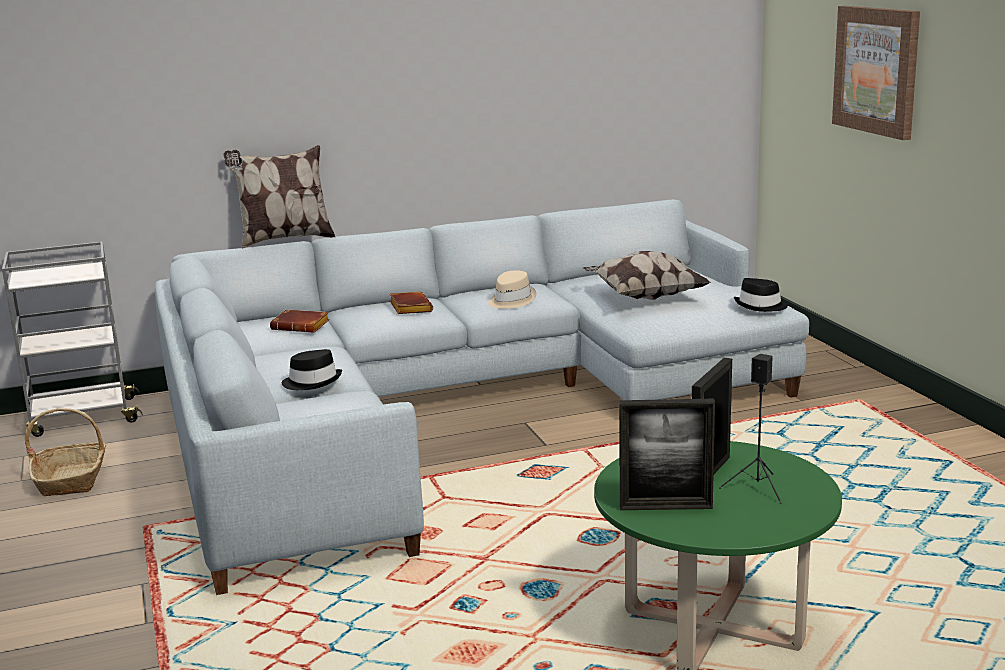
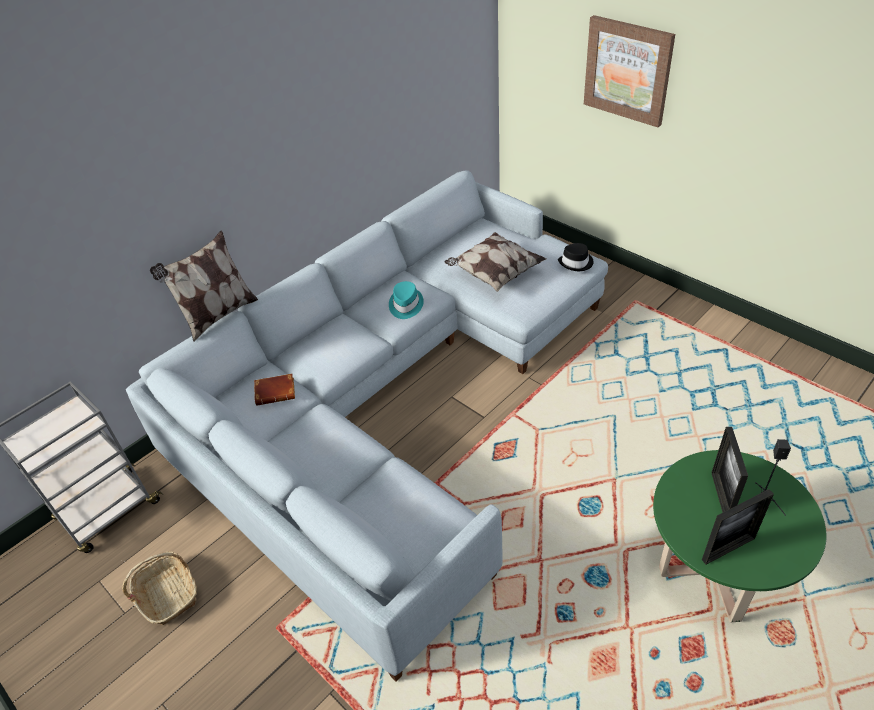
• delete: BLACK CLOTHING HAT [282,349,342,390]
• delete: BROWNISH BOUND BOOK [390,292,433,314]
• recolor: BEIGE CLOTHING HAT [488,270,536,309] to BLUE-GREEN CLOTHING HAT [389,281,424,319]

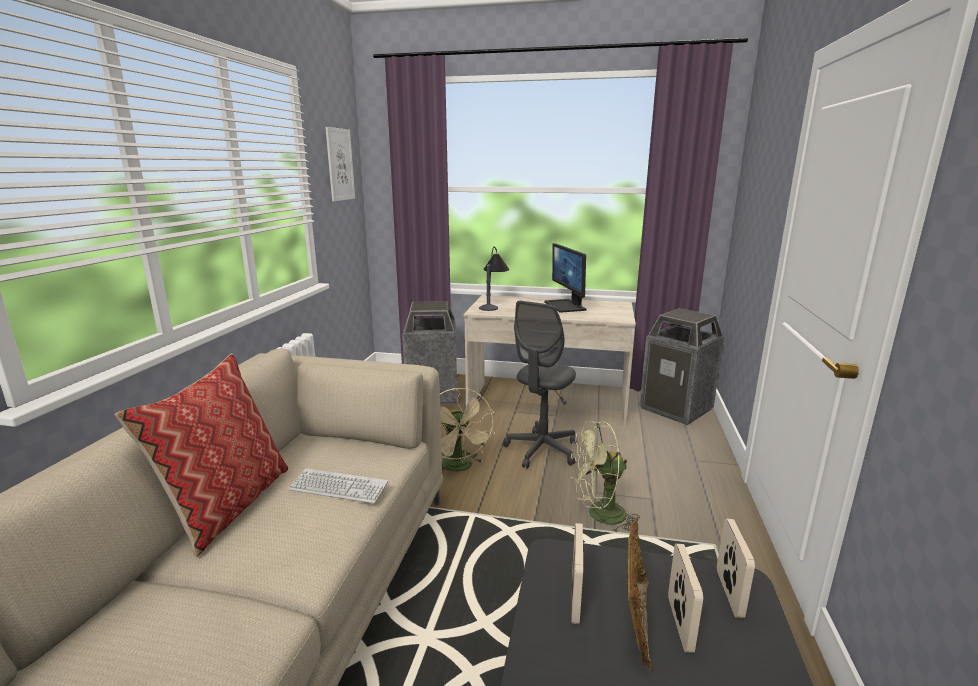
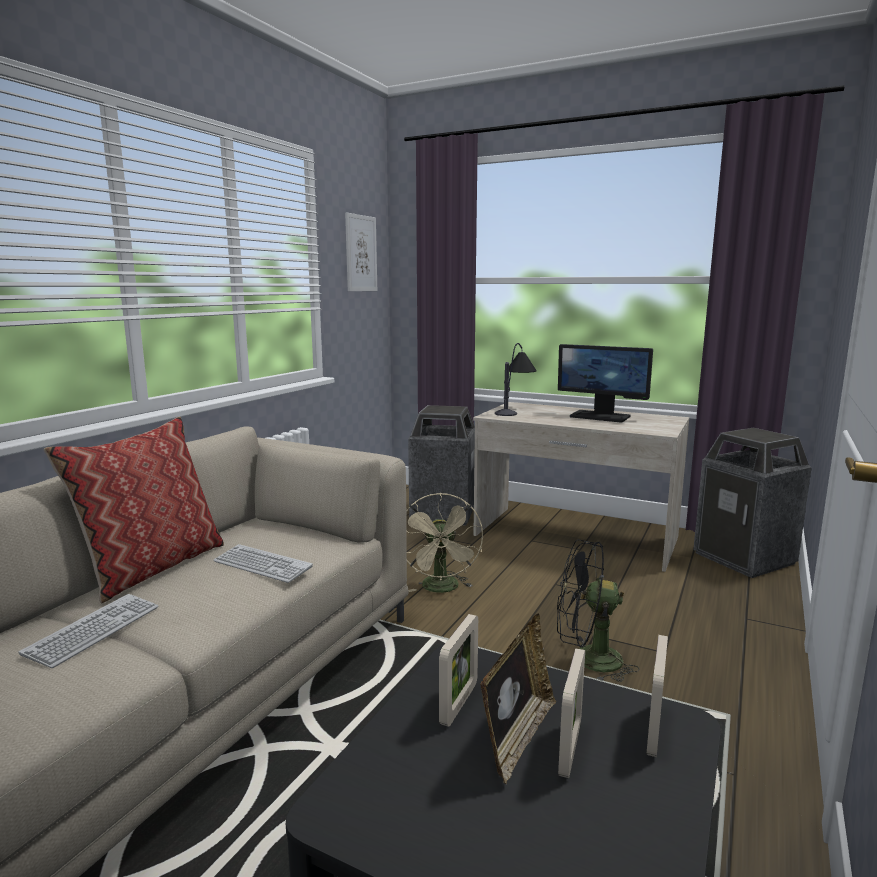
• delete: GRAY COMPUTER CHAIR [503,301,577,469]
• insert: PC KEYBOARD [19,594,158,668]
• recolor: GREENISH COOLING FAN [571,421,640,533] to BLACK COOLING FAN [557,539,639,682]
• rotate: COMPUTER DISPLAY [544,243,586,313] = [558,344,653,422] 60 degrees counterclockwise

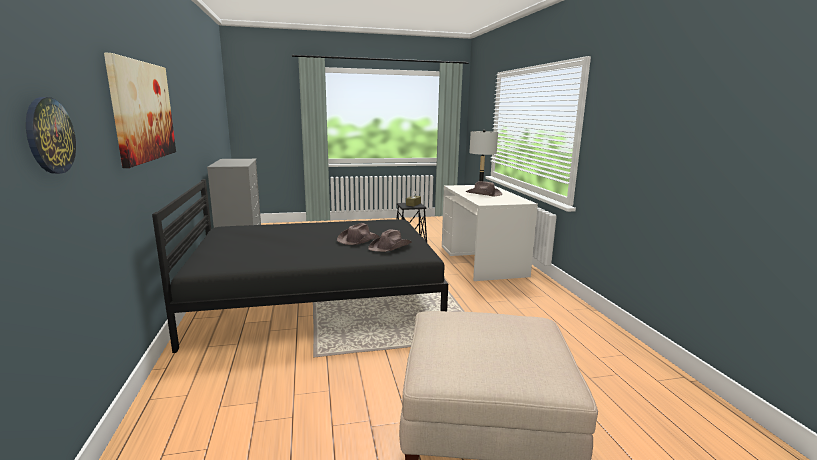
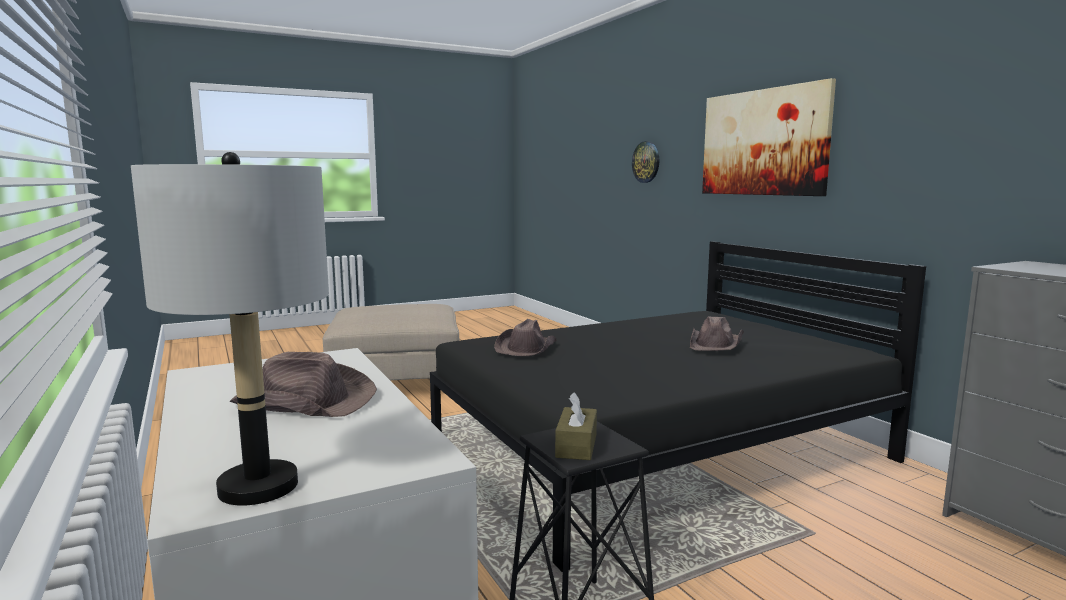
• move: BROWNISH CLOTHING HAT [337,223,379,245] to [690,317,744,351]

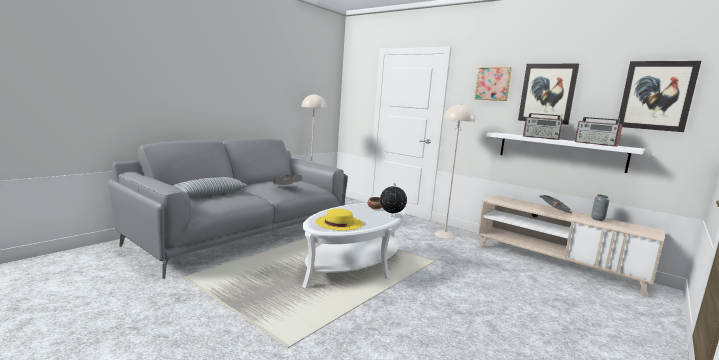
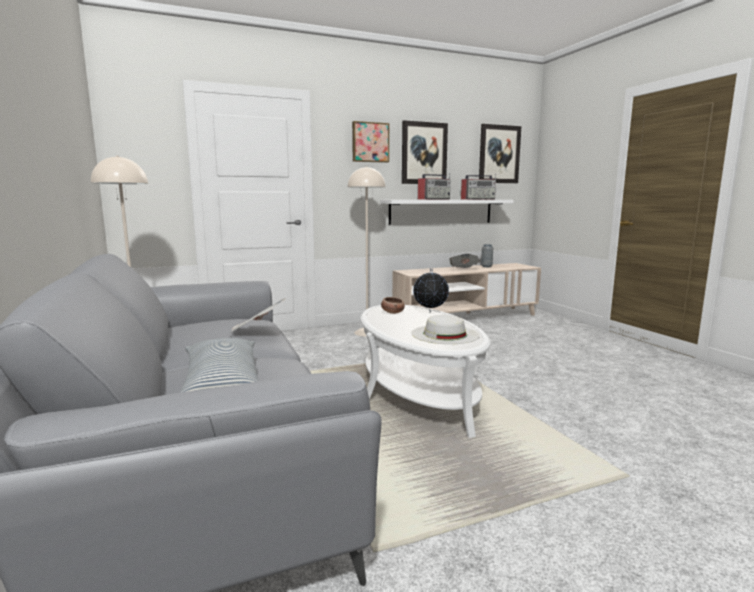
• recolor: YELLOW CLOTHING HAT [316,209,363,230] to WHITE-COLOURED CLOTHING HAT [411,315,480,344]

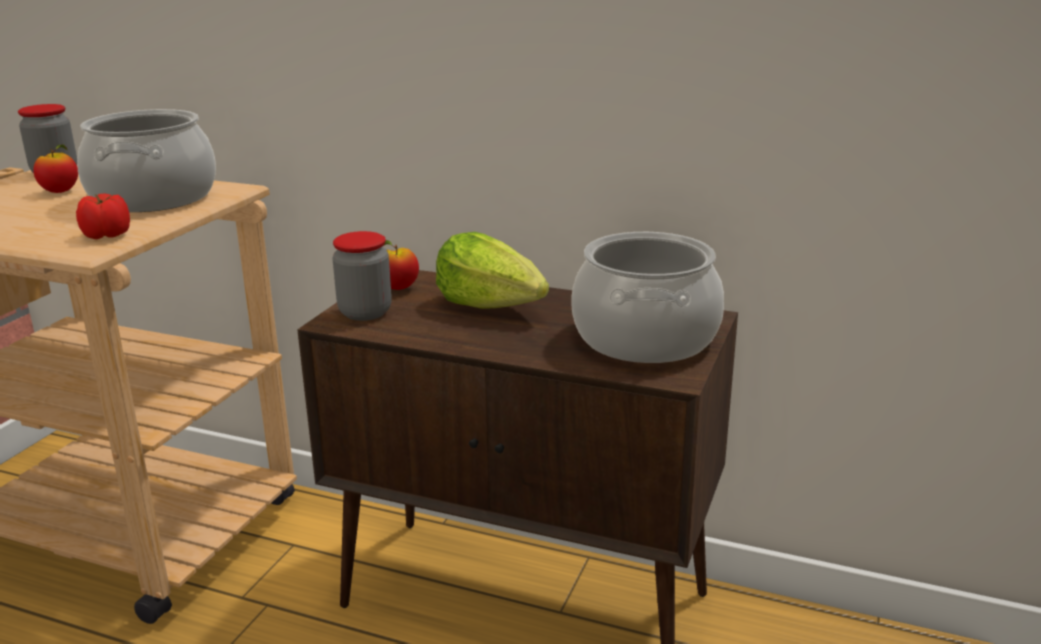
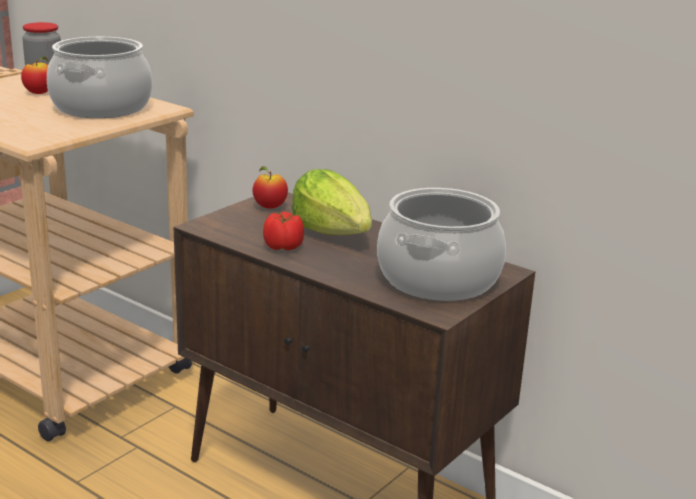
• delete: JAR [332,231,392,321]
• move: WHOLE TOMATO [76,193,130,239] to [263,212,304,250]

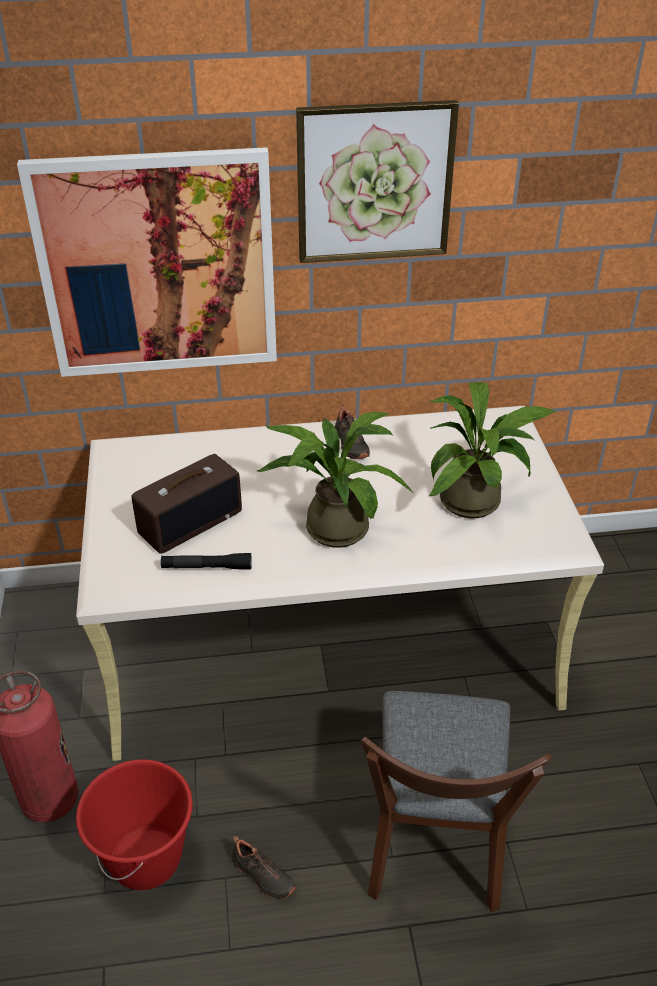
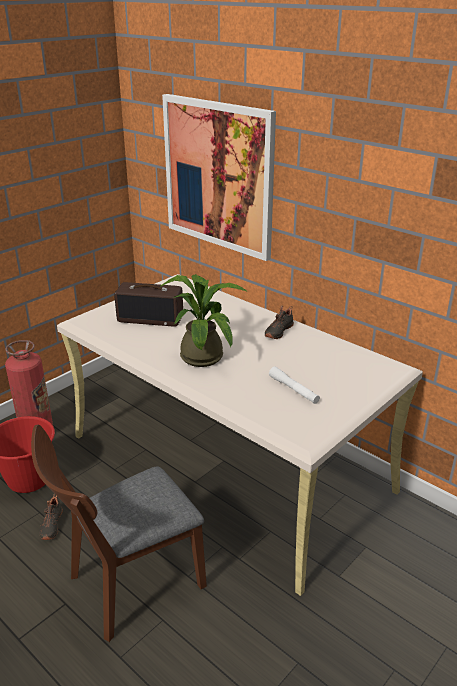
• delete: BLACK HAND TORCH [161,553,252,570]
• delete: WALL ART [296,100,459,263]
• replace: POTTED PLANT [429,382,557,519] to WHITE-COLOURED HAND TORCH [269,366,320,404]

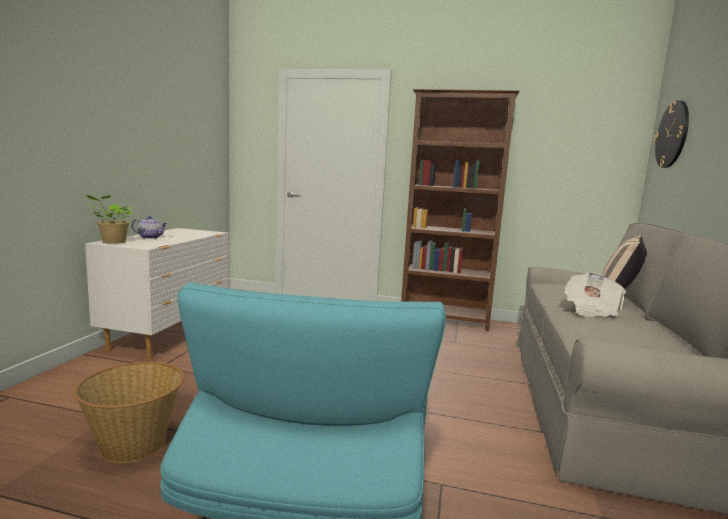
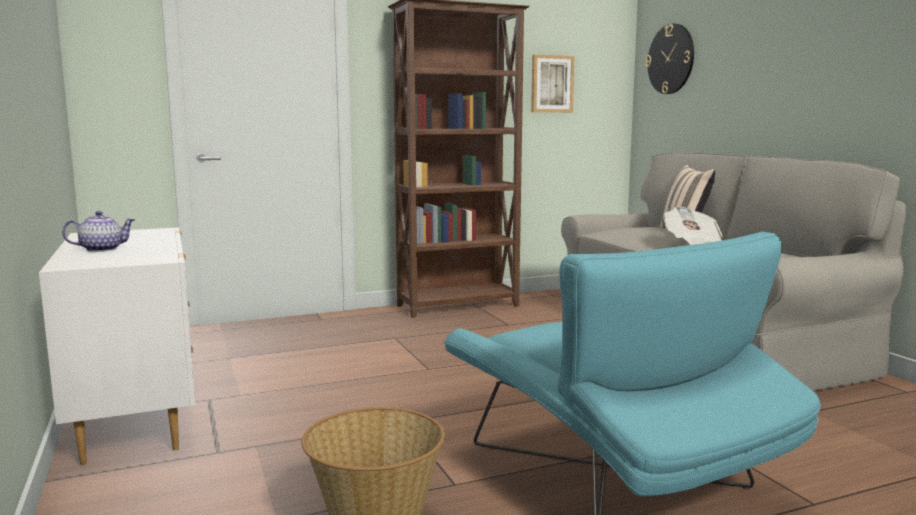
• delete: POTTED PLANT [86,195,133,244]
• insert: WALL ART [531,55,574,112]

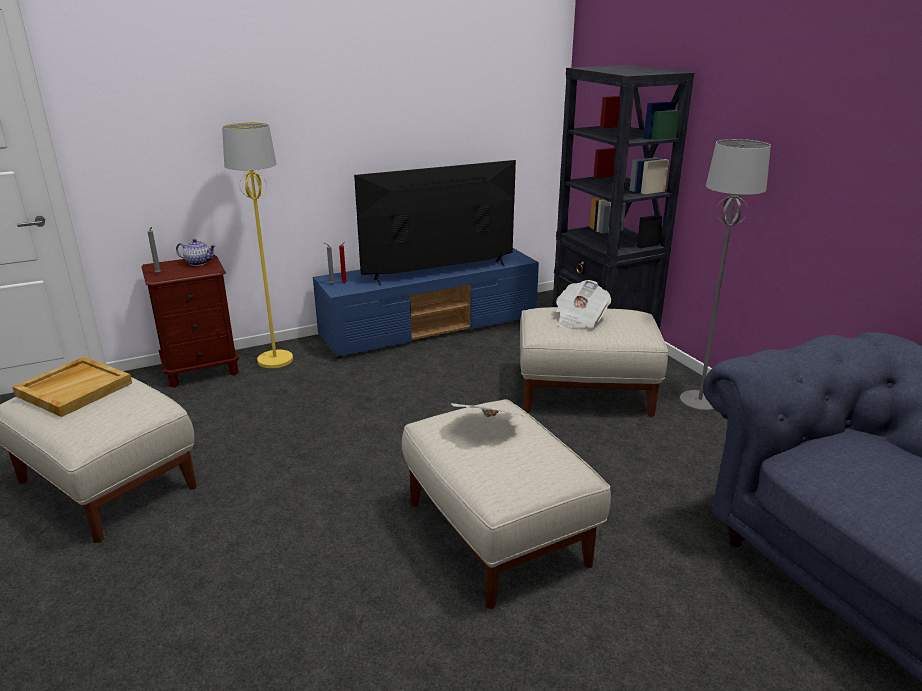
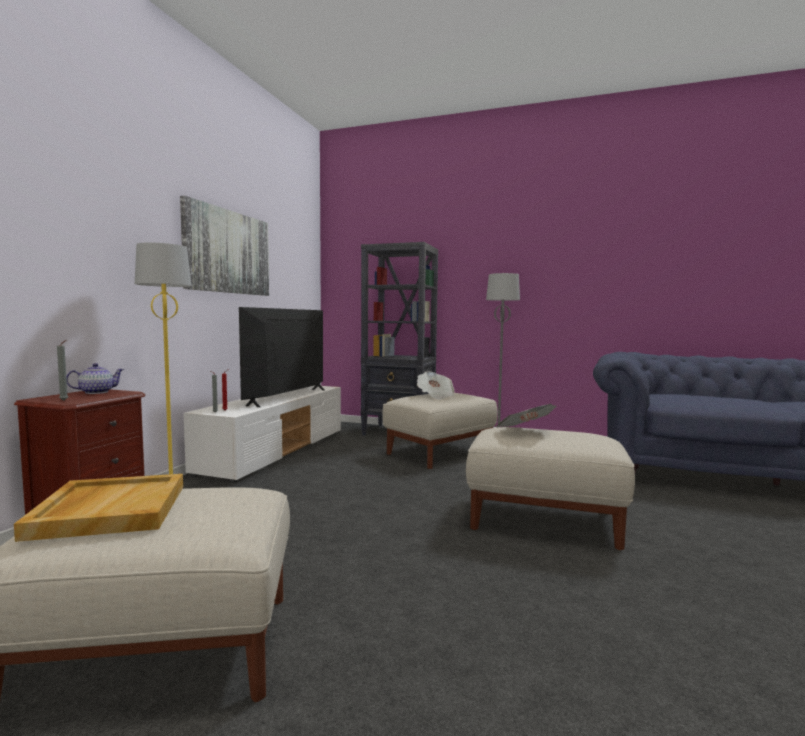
• insert: WALL ART [180,196,269,296]
• recolor: BLUISH MEDIA CONSOLE [313,248,539,359] to WHITE-COLOURED MEDIA CONSOLE [184,386,341,483]

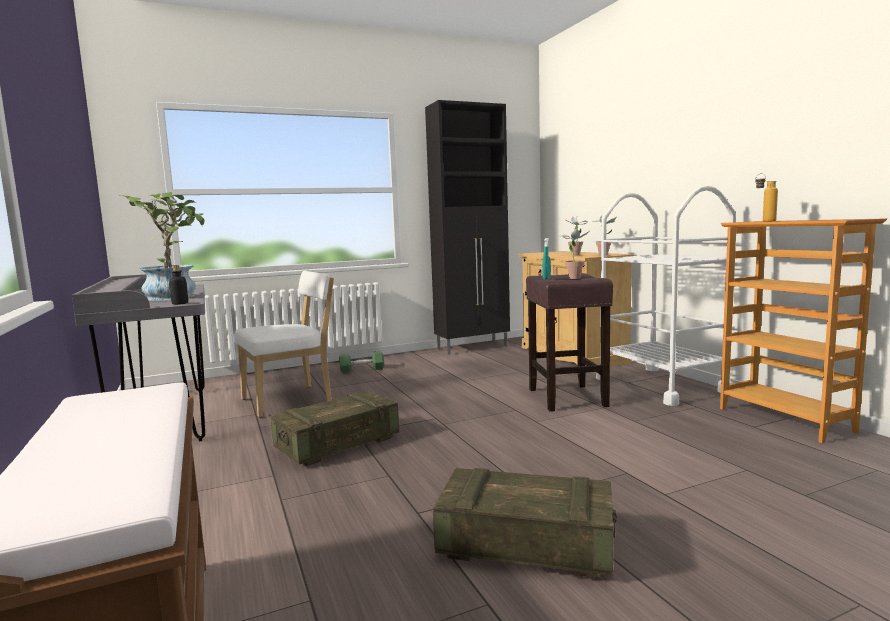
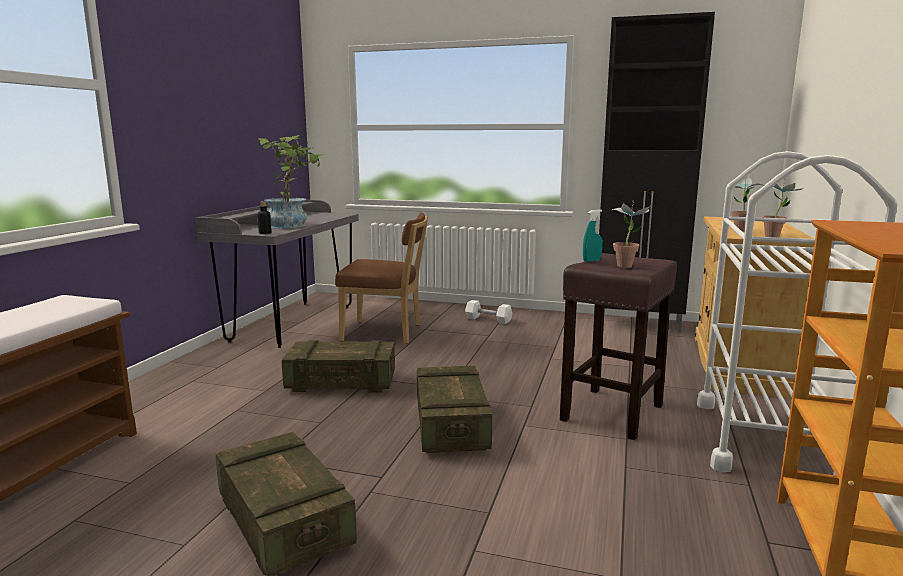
• delete: DRINK BOTTLE [755,173,778,222]
• insert: SHIPPING CRATE [417,366,492,453]
• recolor: WHITE-COLOURED CHAIR [234,271,334,418] to BROWNISH CHAIR [335,212,428,344]
• recolor: GREENISH HAND WEIGHT [339,351,384,373] to WHITE-COLOURED HAND WEIGHT [465,300,512,324]

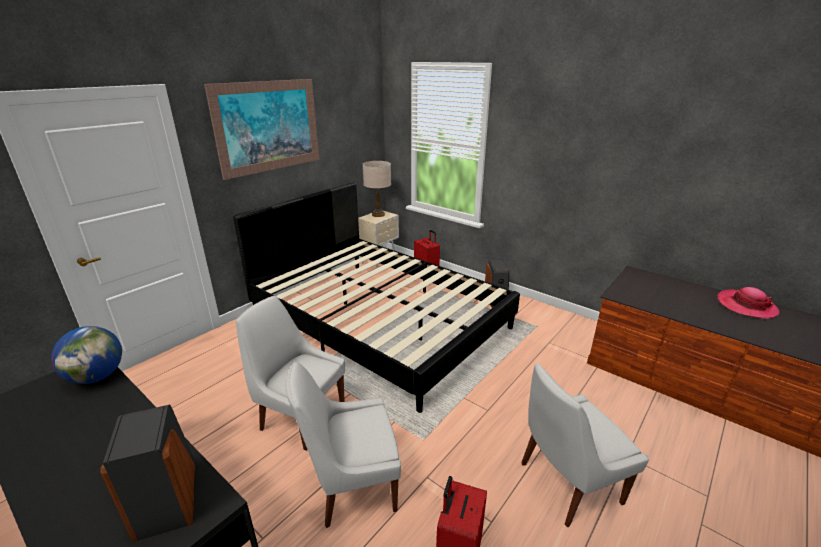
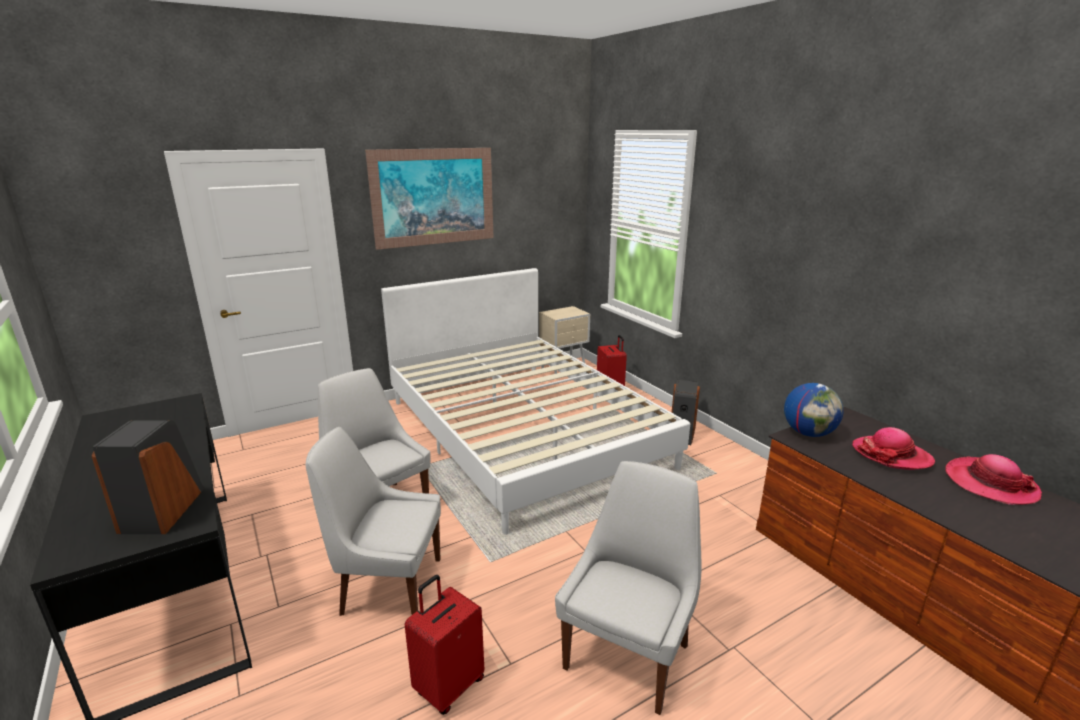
• delete: BEIGE TABLE LAMP [363,161,391,217]
• insert: CLOTHING HAT [852,427,935,470]
• move: WORLD GLOBE [51,326,122,384] to [784,383,843,437]
• recolor: BLACK BEDROOM BED [233,182,520,413] to WHITE-COLOURED BEDROOM BED [381,268,690,535]
• rotate: WHITE-COLOURED CHAIR [521,363,649,527] = [555,461,701,715] 120 degrees clockwise

